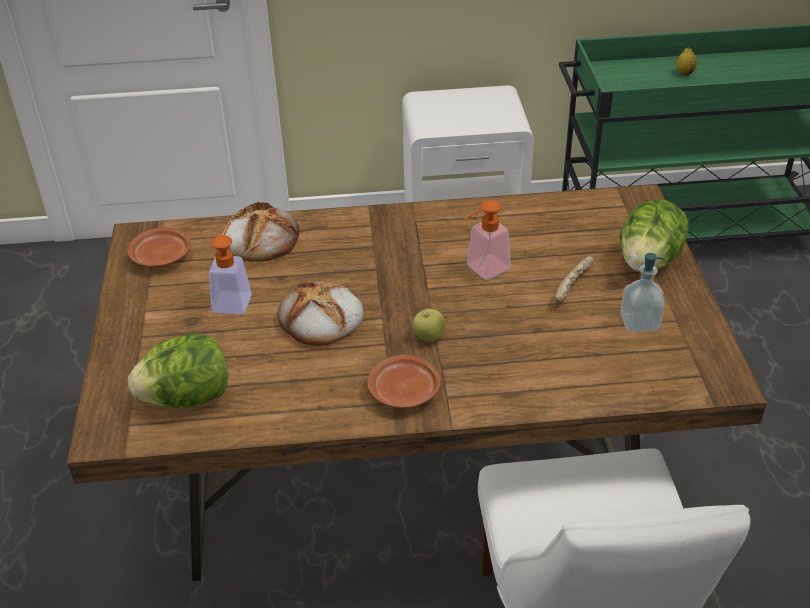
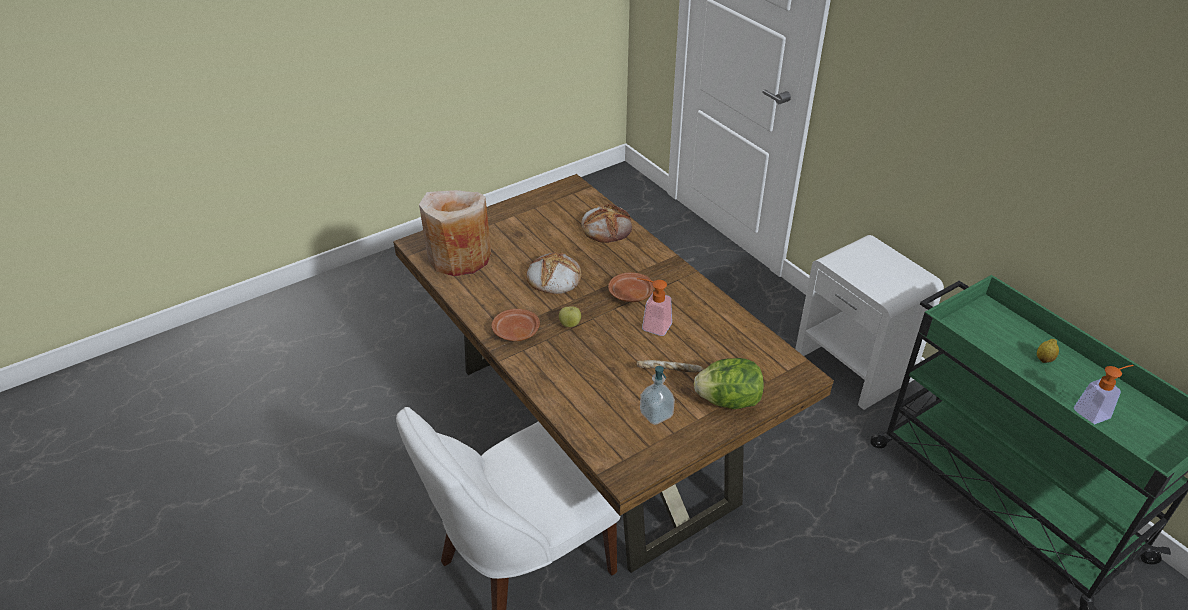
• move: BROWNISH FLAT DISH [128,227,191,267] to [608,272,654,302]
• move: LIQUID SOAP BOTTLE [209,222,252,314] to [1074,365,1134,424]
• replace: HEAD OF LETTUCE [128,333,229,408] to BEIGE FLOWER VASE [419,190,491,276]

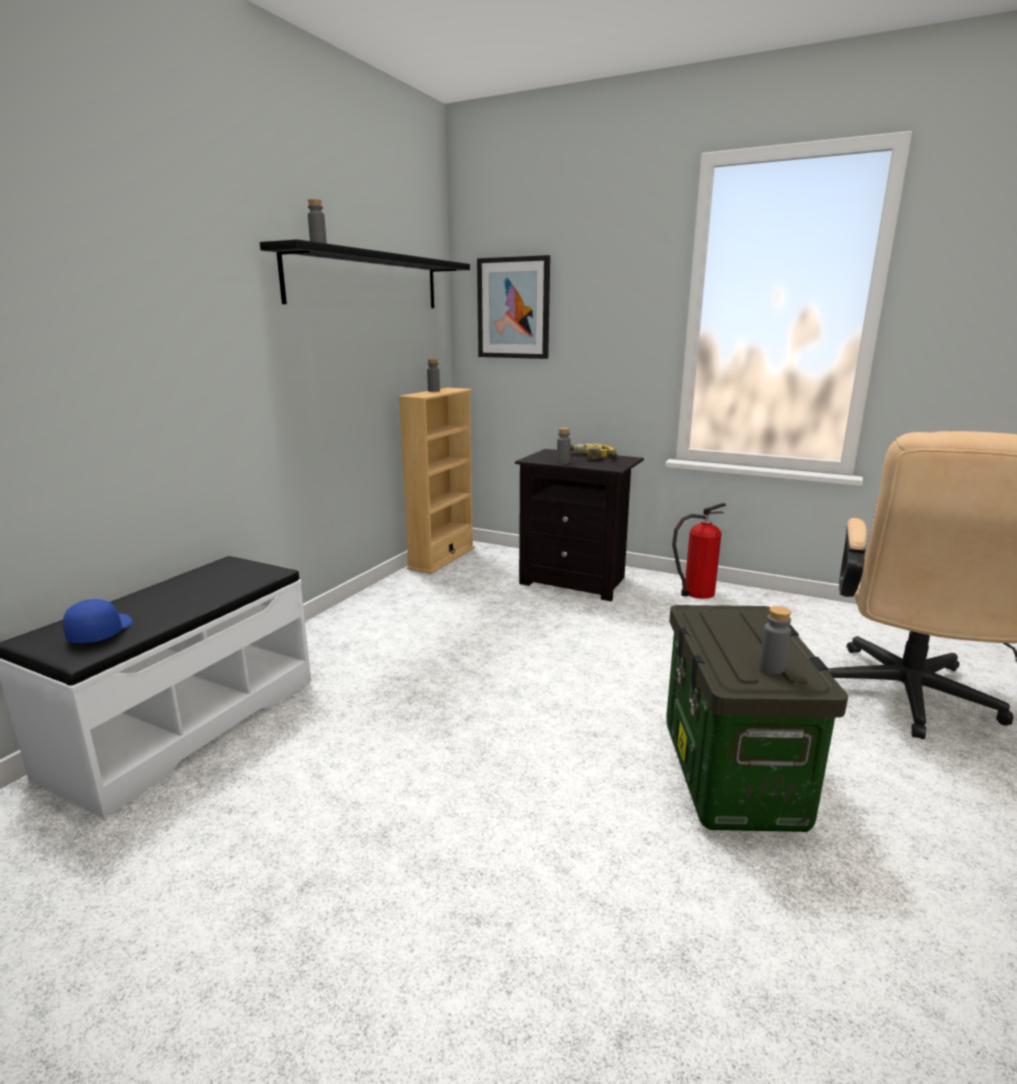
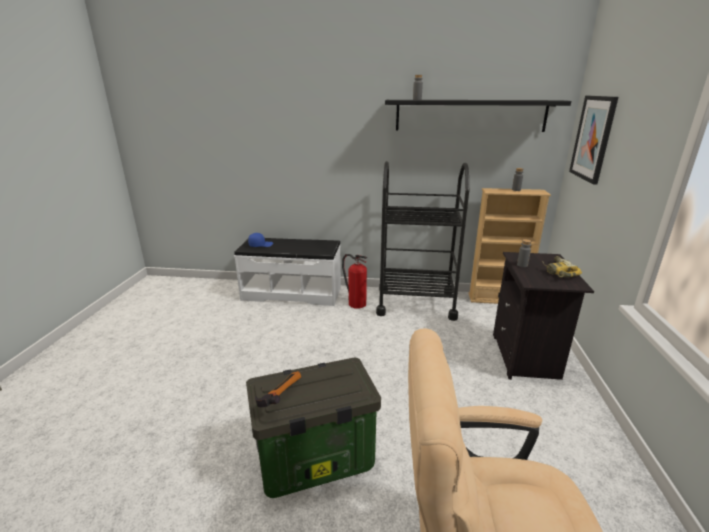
• insert: BLACK WHEELED CART [376,161,470,321]
• move: FIRE EXTINGUISHER [672,503,726,599] to [342,254,367,308]
• replace: GRAY DRINK BOTTLE [759,606,791,674] to HAMMER [255,371,301,407]

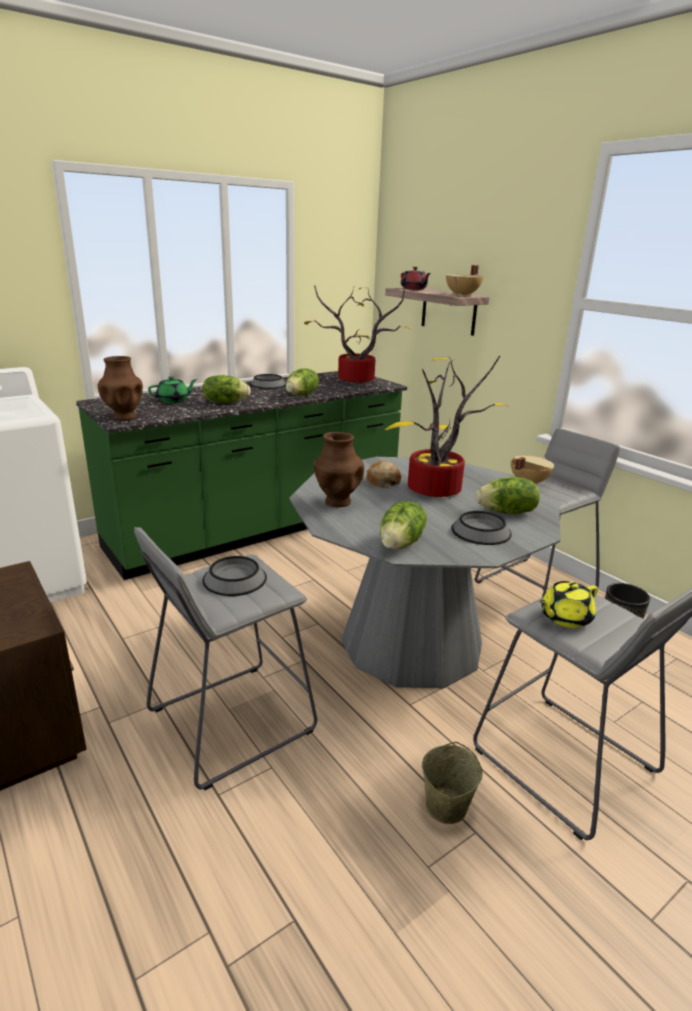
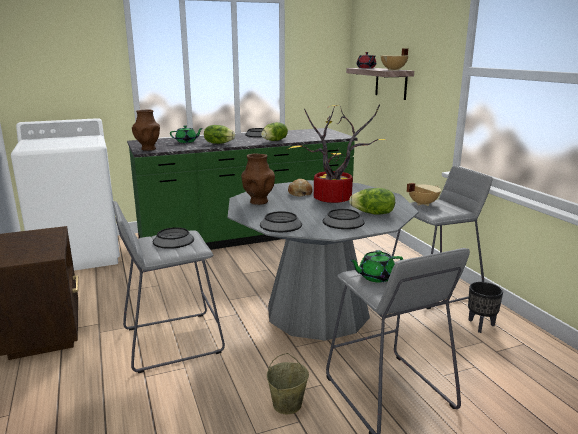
• delete: POTTED PLANT [304,285,412,383]
• replace: HEAD OF LETTUCE [380,501,427,549] to DEEP DISH [260,211,302,232]
• recolor: YELLOW TEA POT [540,581,598,628] to GREENISH TEA POT [349,250,403,283]

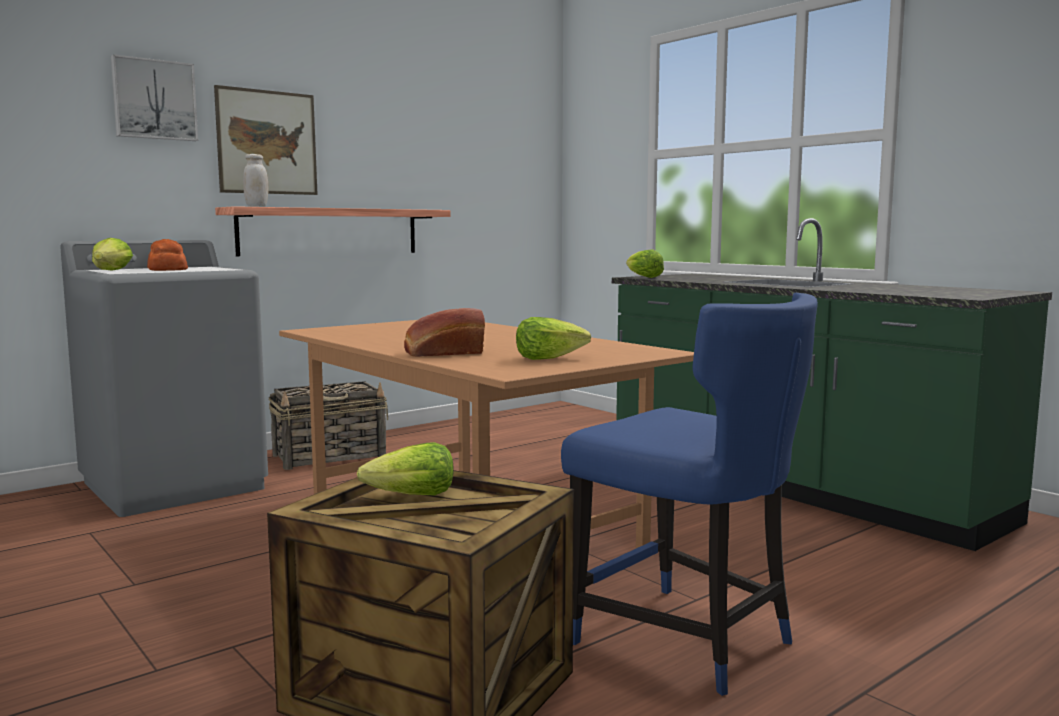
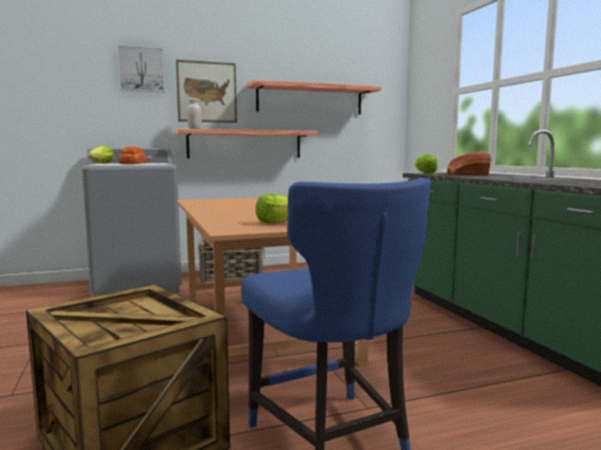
• delete: HEAD OF LETTUCE [357,442,454,496]
• insert: SHELF [246,80,381,115]
• move: BAKERY BREAD [404,308,485,357] to [447,152,491,175]

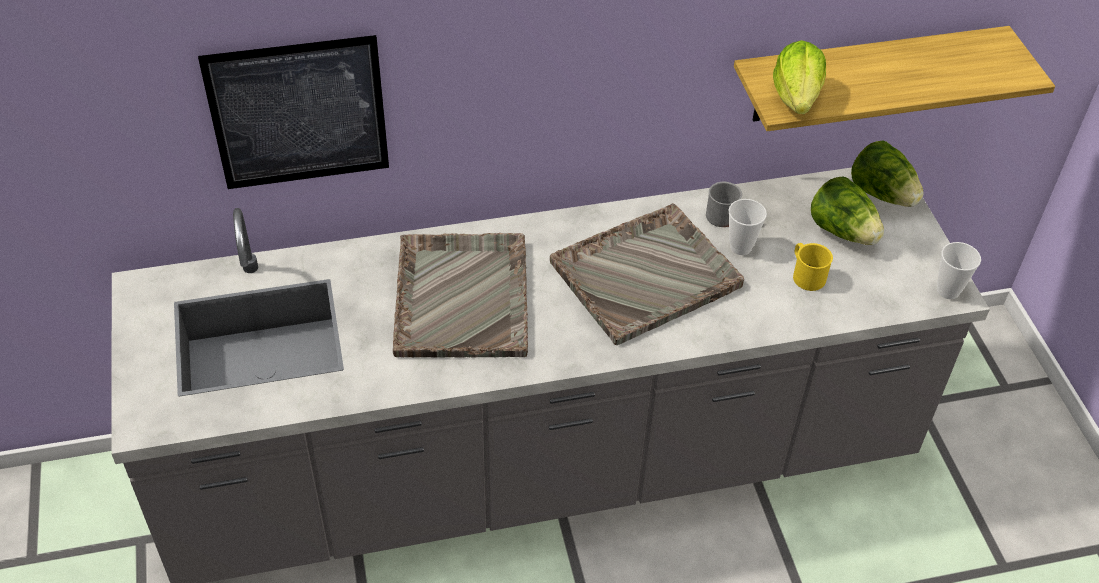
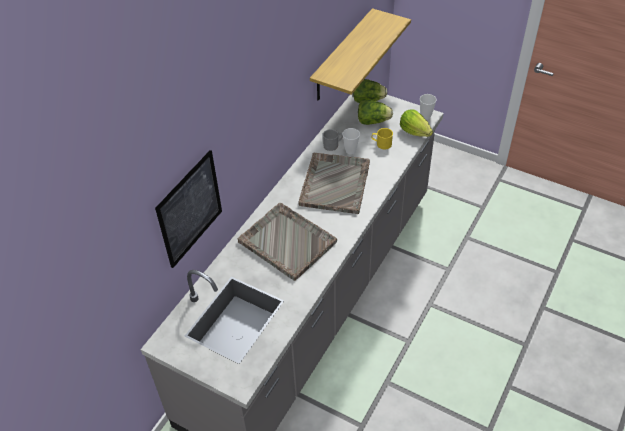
• move: HEAD OF LETTUCE [773,40,826,114] to [400,109,433,137]

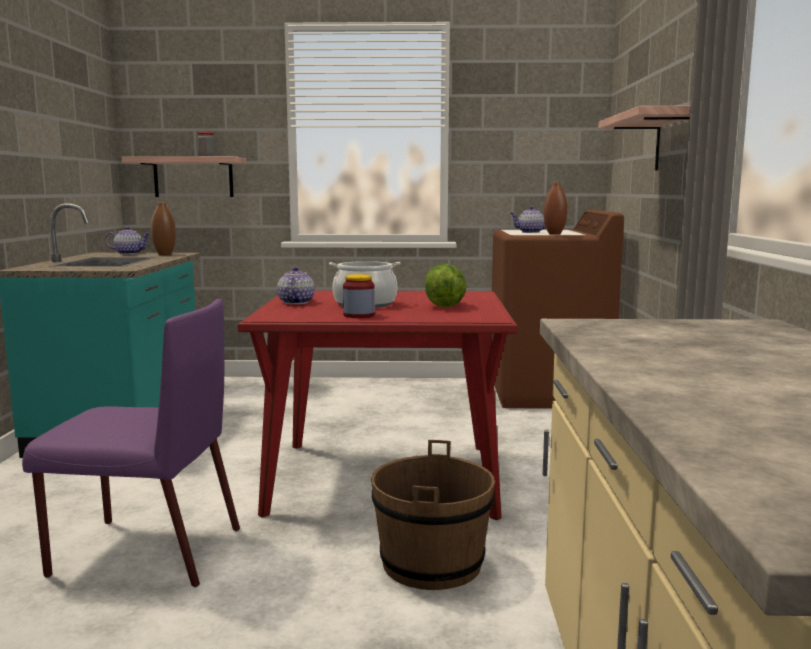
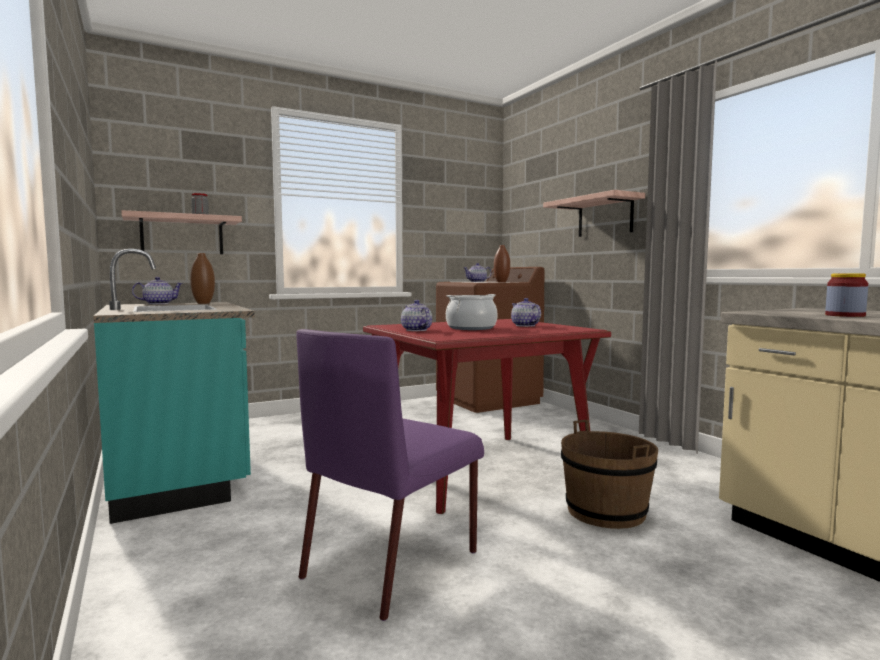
• move: JAR [343,274,375,318] to [825,273,868,317]
• replace: HEAD OF LETTUCE [424,264,466,307] to TEA POT [511,298,541,327]
• rotate: PURPLE-COLOURED CHAIR [22,299,240,587] = [296,329,484,621] 150 degrees clockwise

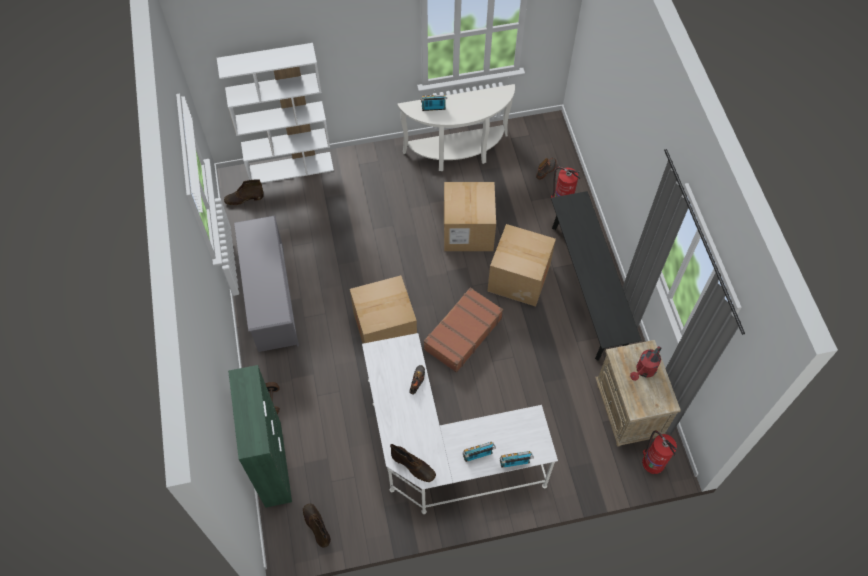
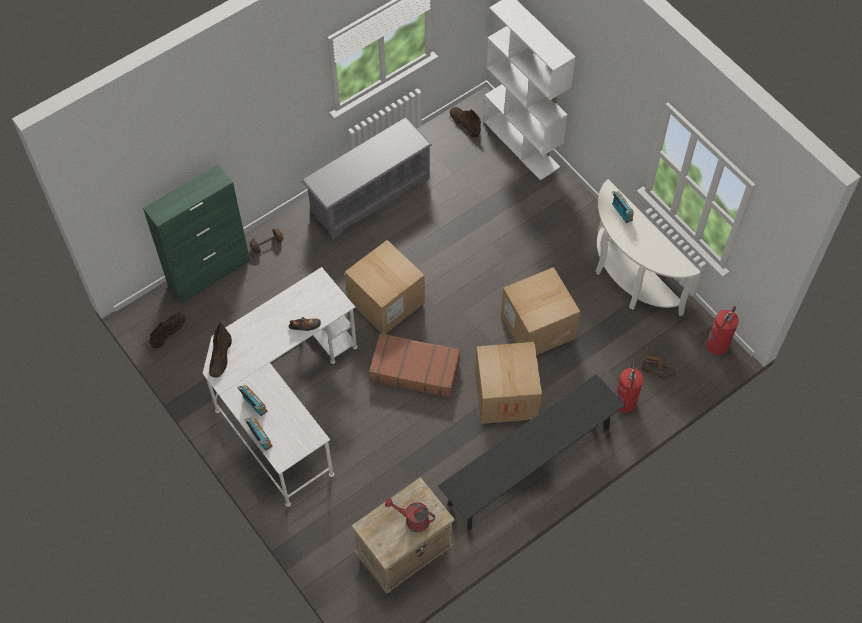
• move: FIRE EXTINGUISHER [642,430,677,474] to [706,306,739,355]

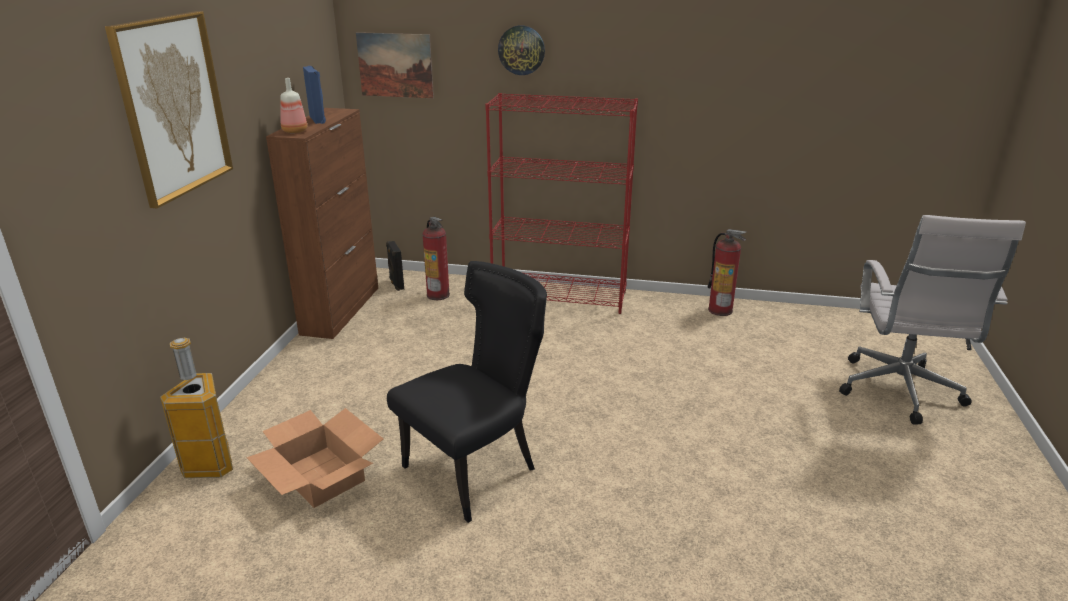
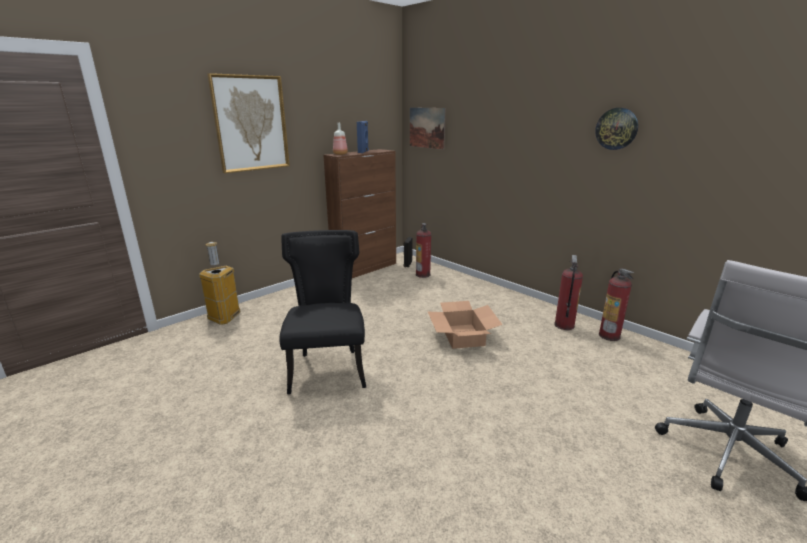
• delete: RED-COLOURED SHELVING UNIT [485,93,638,314]
• insert: FIRE EXTINGUISHER [554,255,583,330]
• move: CARTON [246,408,383,508] to [428,301,503,349]
• move: WALL CLOCK [498,25,545,75] to [595,108,638,150]
• rotate: BLACK CHAIR [387,261,547,523] = [279,230,366,394] 90 degrees counterclockwise

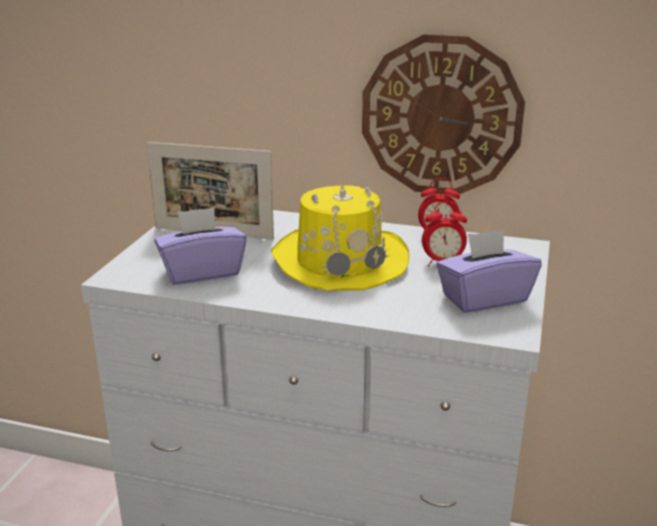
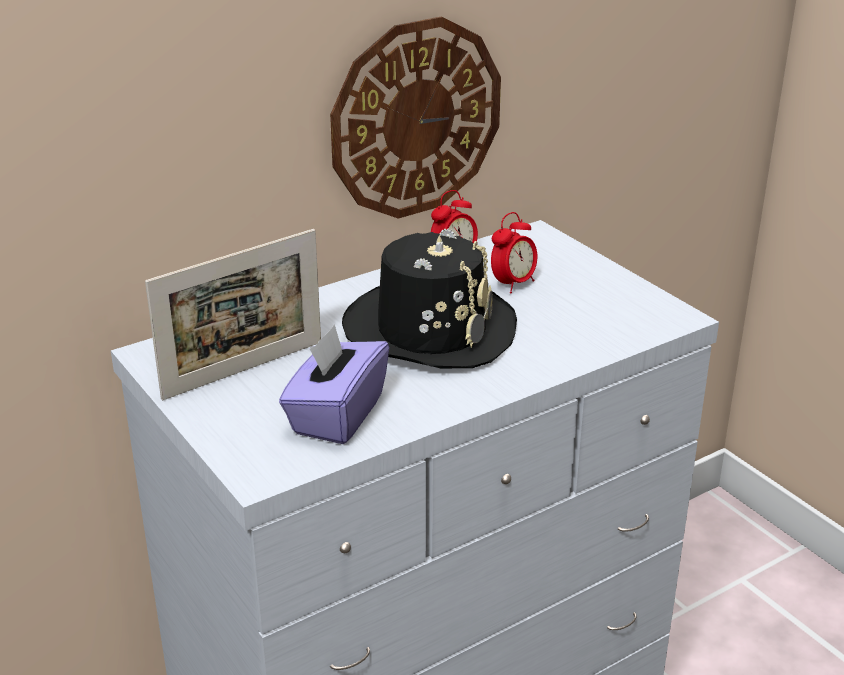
• delete: PURPLE-COLOURED TISSUE BOX [436,229,542,313]
• recolor: YELLOW CLOTHING HAT [271,184,409,291] to BLACK CLOTHING HAT [342,229,517,368]

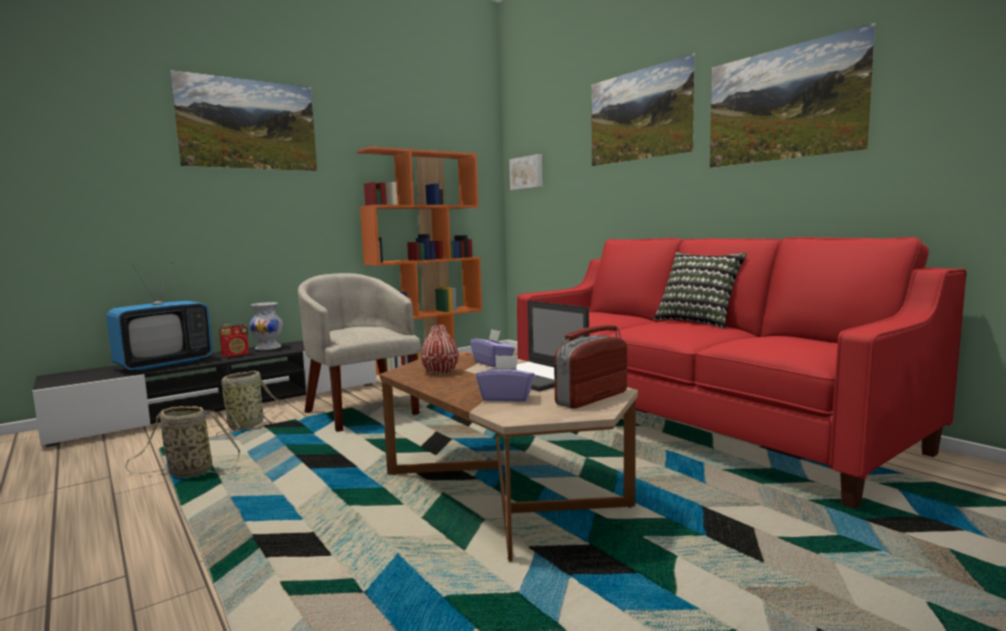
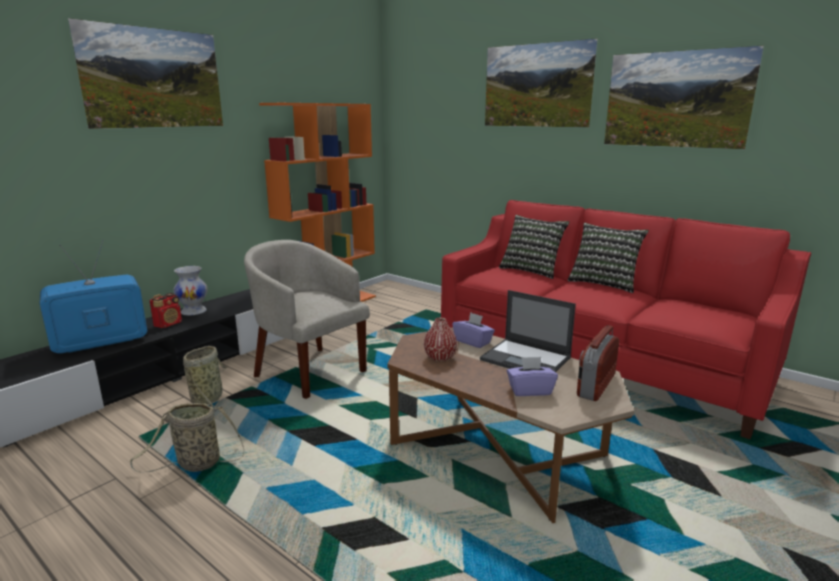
• delete: WALL ART [509,154,543,190]
• insert: PILLOW [499,215,569,279]
• rotate: TELEVISION [106,263,213,371] = [40,240,147,353] 150 degrees counterclockwise

